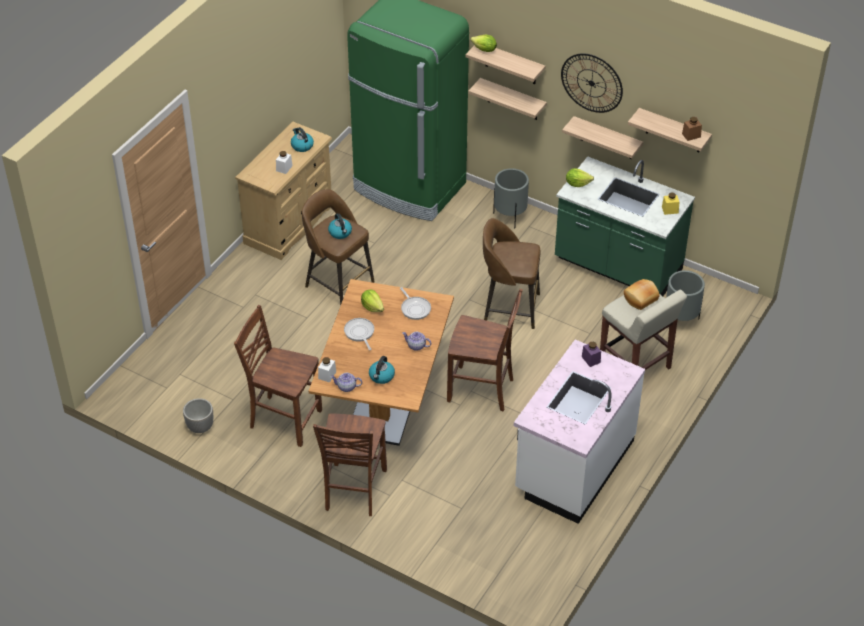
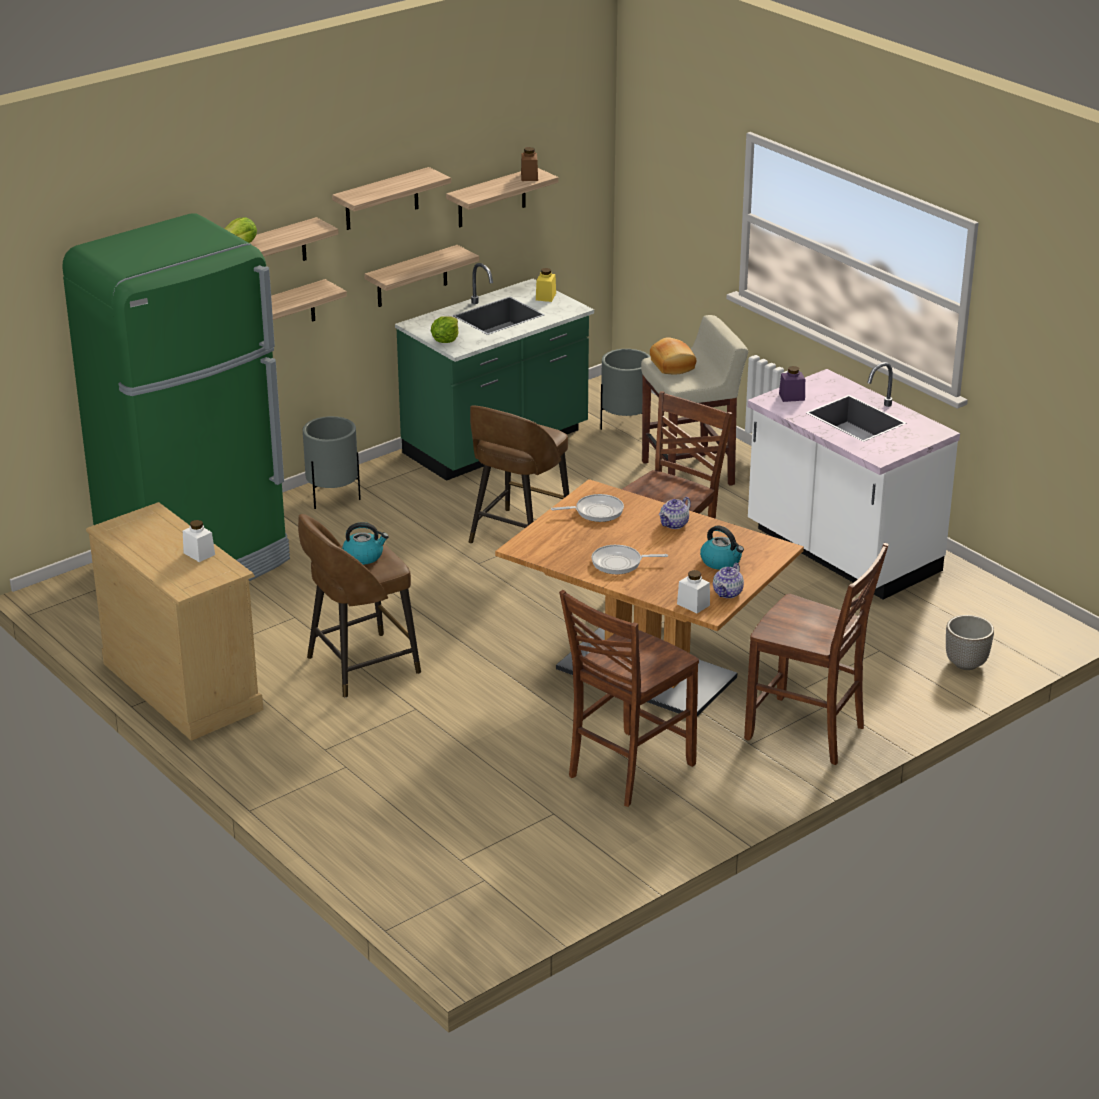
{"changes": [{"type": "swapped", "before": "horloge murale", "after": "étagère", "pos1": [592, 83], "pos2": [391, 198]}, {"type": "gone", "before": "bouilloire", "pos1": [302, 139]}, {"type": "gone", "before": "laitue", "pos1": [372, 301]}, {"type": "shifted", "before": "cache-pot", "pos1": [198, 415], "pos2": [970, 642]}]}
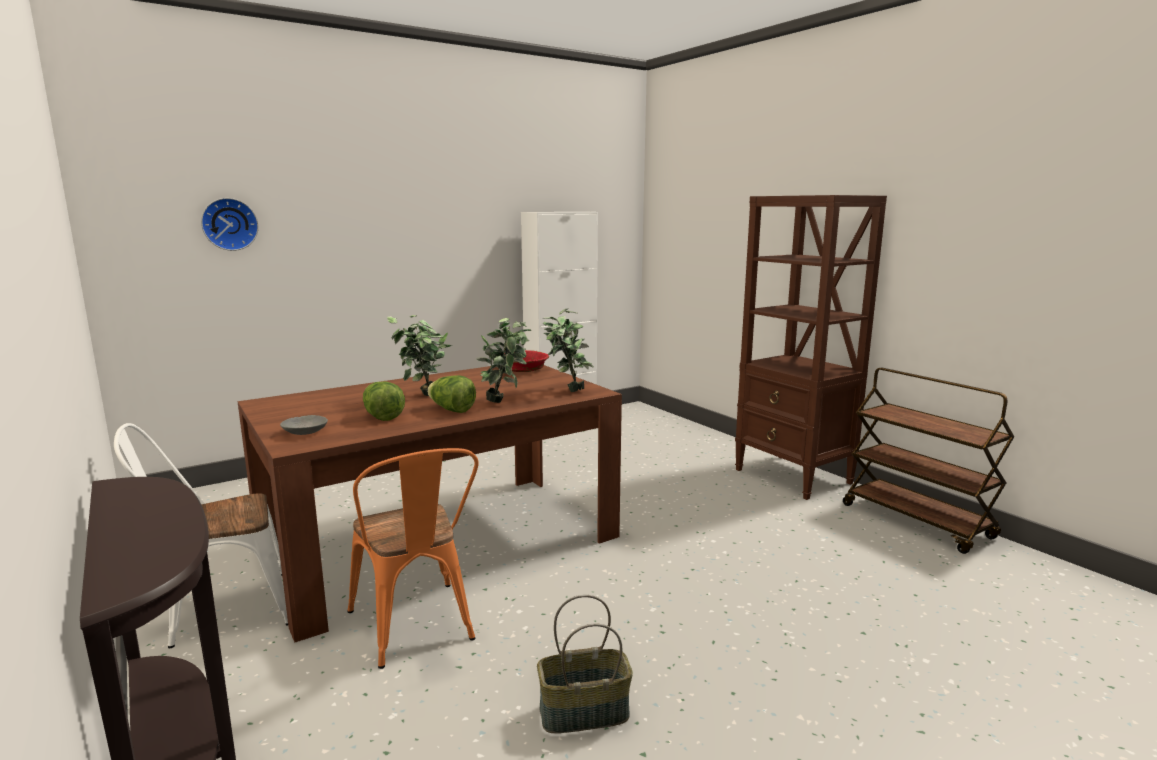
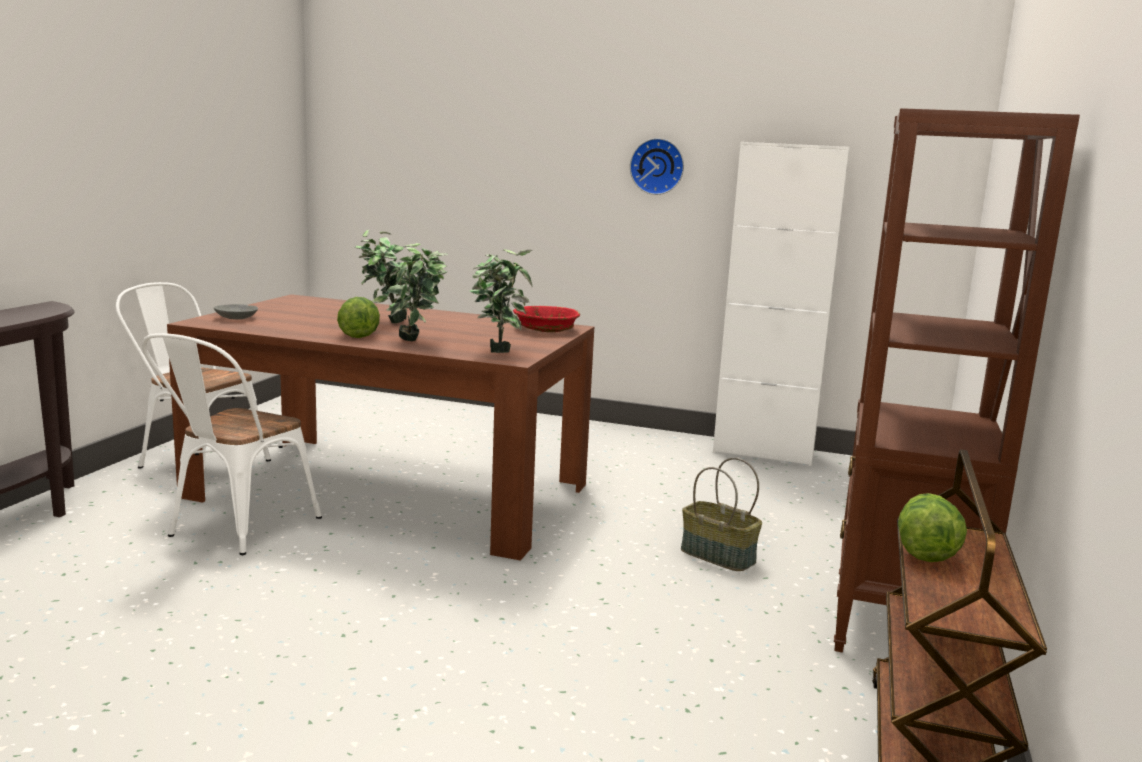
{"changes": [{"type": "shifted", "before": "horloge murale", "pos1": [230, 224], "pos2": [657, 166]}, {"type": "shifted", "before": "laitue", "pos1": [384, 401], "pos2": [932, 527]}, {"type": "repainted", "before": "chaise (orange)", "after": "chaise (blanc)", "pos1": [413, 558], "pos2": [232, 444]}, {"type": "shifted", "before": "panier", "pos1": [585, 664], "pos2": [721, 514]}]}
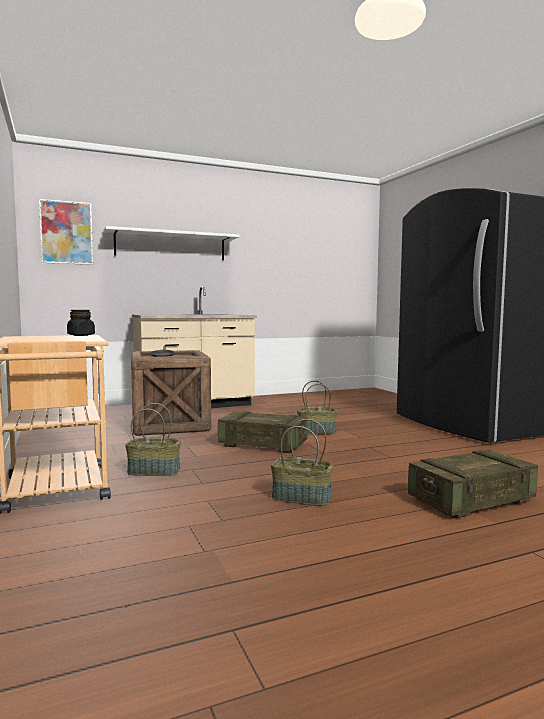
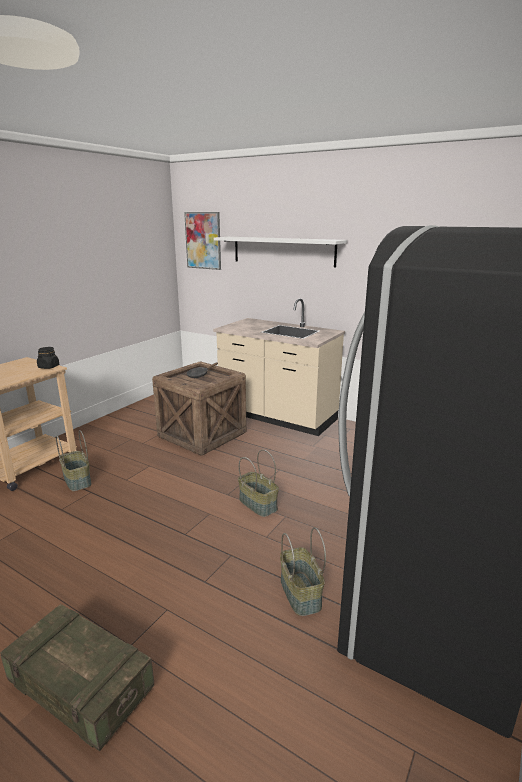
{"changes": [{"type": "gone", "before": "caisse", "pos1": [263, 432]}, {"type": "shifted", "before": "panier", "pos1": [302, 462], "pos2": [303, 571]}]}
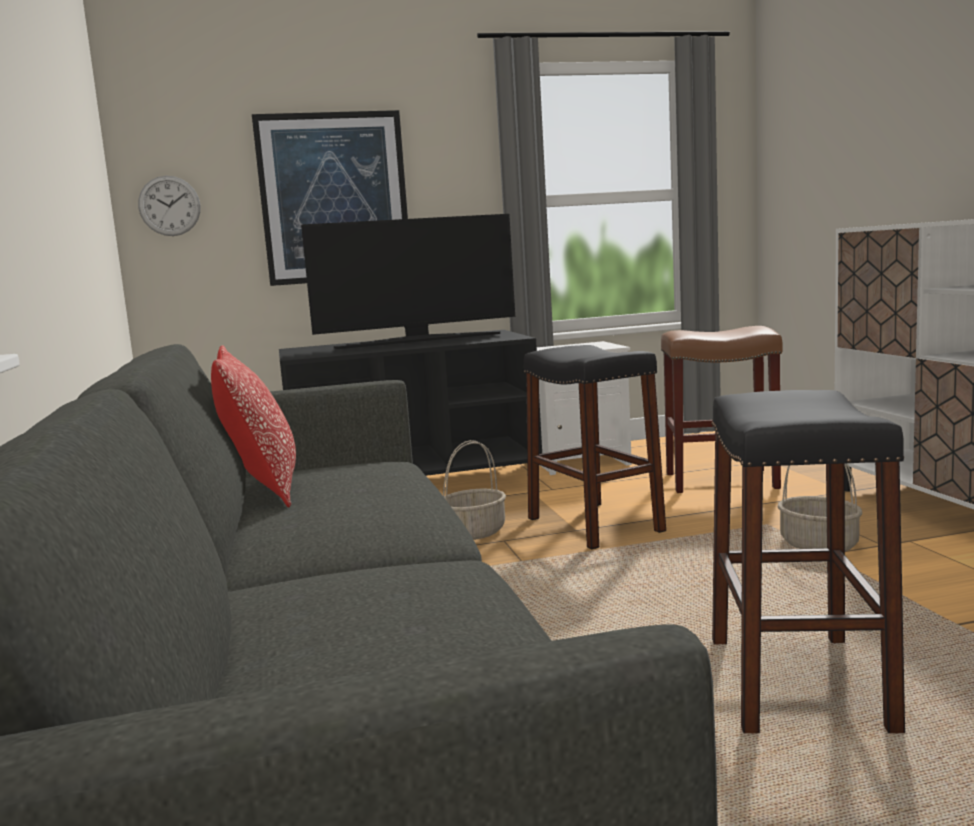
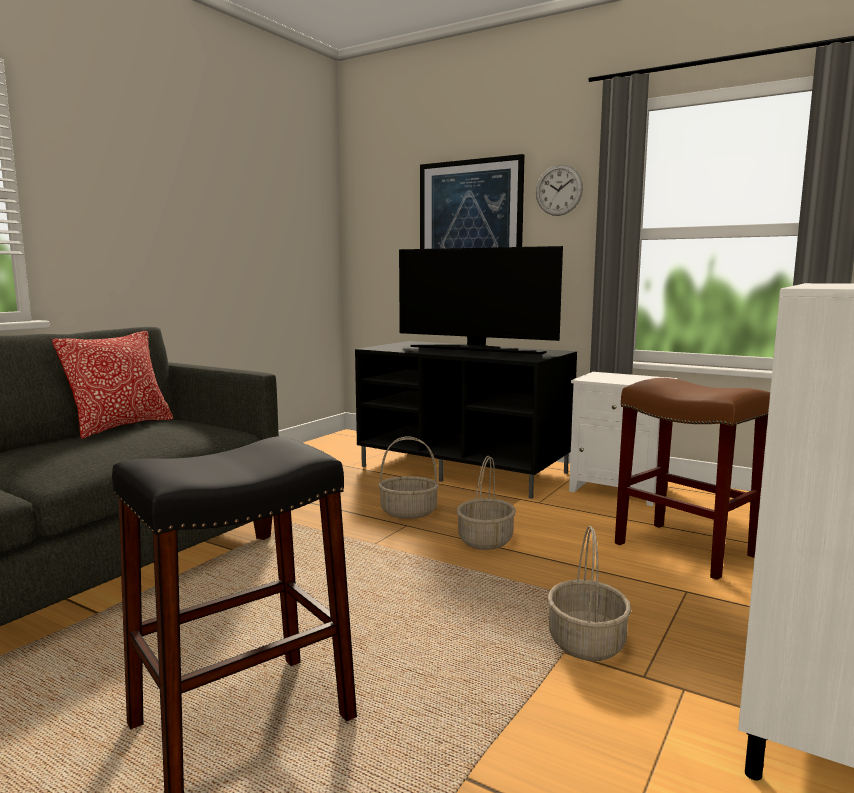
{"changes": [{"type": "shifted", "before": "horloge murale", "pos1": [169, 206], "pos2": [559, 190]}, {"type": "swapped", "before": "tabouret (noir)", "after": "panier", "pos1": [595, 447], "pos2": [486, 503]}]}
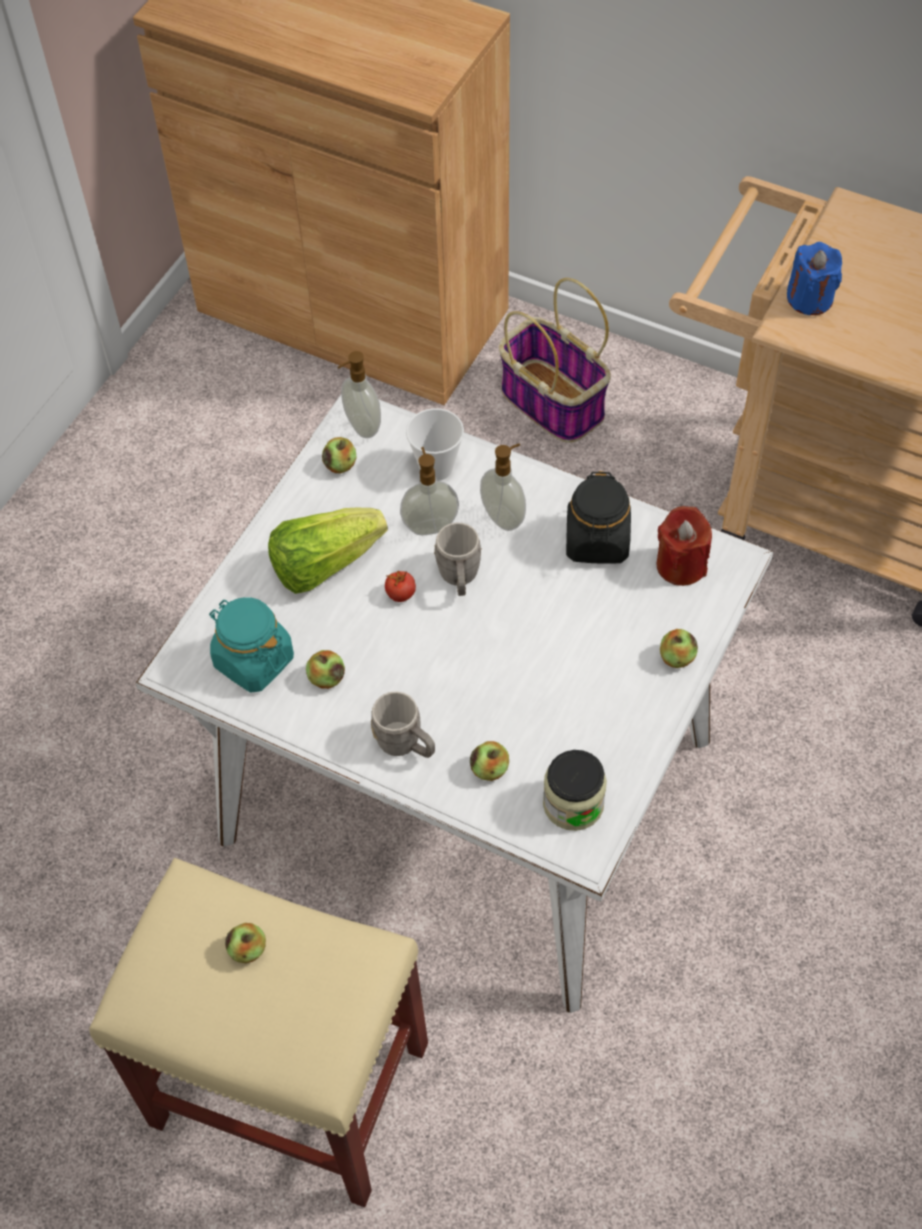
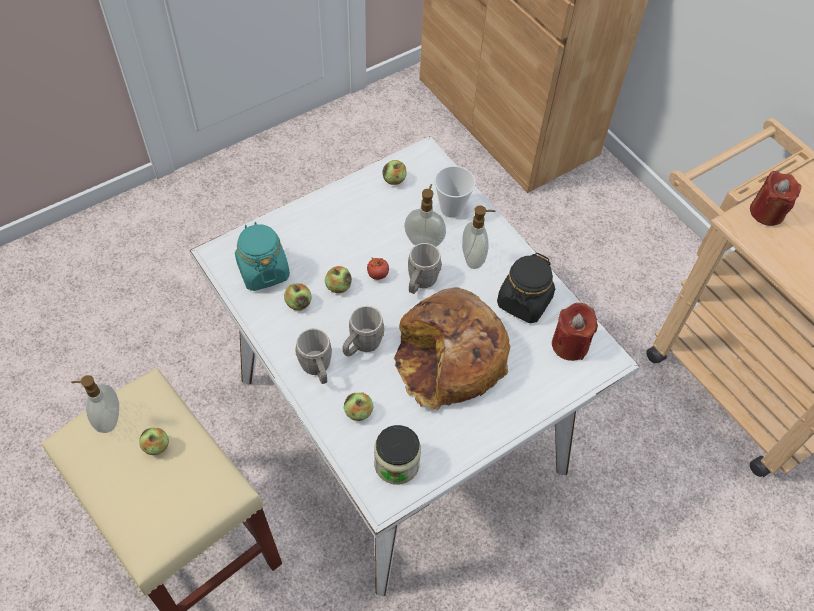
{"changes": [{"type": "repainted", "before": "bougie (bleu)", "after": "bougie (rouge)", "pos1": [814, 278], "pos2": [775, 198]}, {"type": "gone", "before": "panier", "pos1": [555, 360]}, {"type": "shifted", "before": "distributeur de savon", "pos1": [359, 394], "pos2": [95, 404]}, {"type": "gone", "before": "laitue", "pos1": [328, 551]}, {"type": "shifted", "before": "pomme", "pos1": [679, 648], "pos2": [338, 279]}, {"type": "new", "after": "pain", "pos2": [452, 348]}, {"type": "new", "after": "mug (gris)", "pos2": [363, 331]}]}
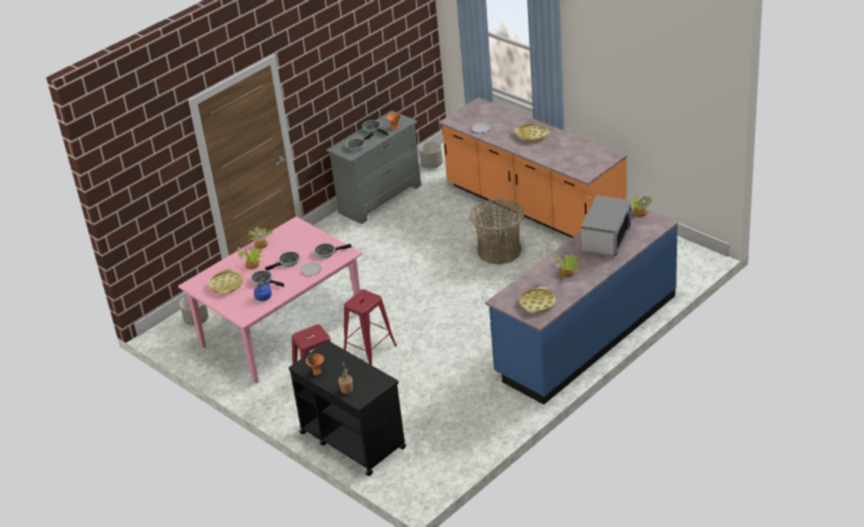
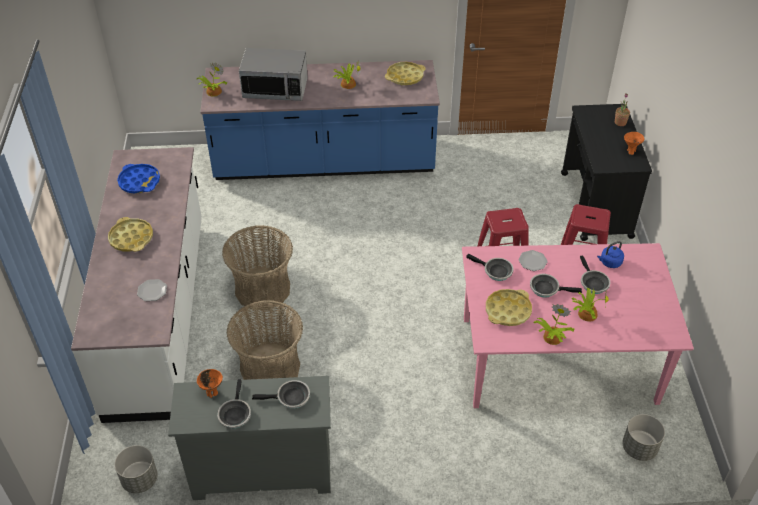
{"changes": [{"type": "repainted", "before": "comptoir de cuisine (orange)", "after": "comptoir de cuisine (blanc)", "pos1": [533, 167], "pos2": [136, 285]}, {"type": "rotated", "before": "micro-ondes", "pos1": [606, 226], "pos2": [273, 74], "turn": -150}, {"type": "shifted", "before": "plateau (jaune)", "pos1": [226, 281], "pos2": [509, 307]}, {"type": "new", "after": "plateau (bleu)", "pos2": [138, 179]}, {"type": "new", "after": "panier", "pos2": [264, 340]}]}
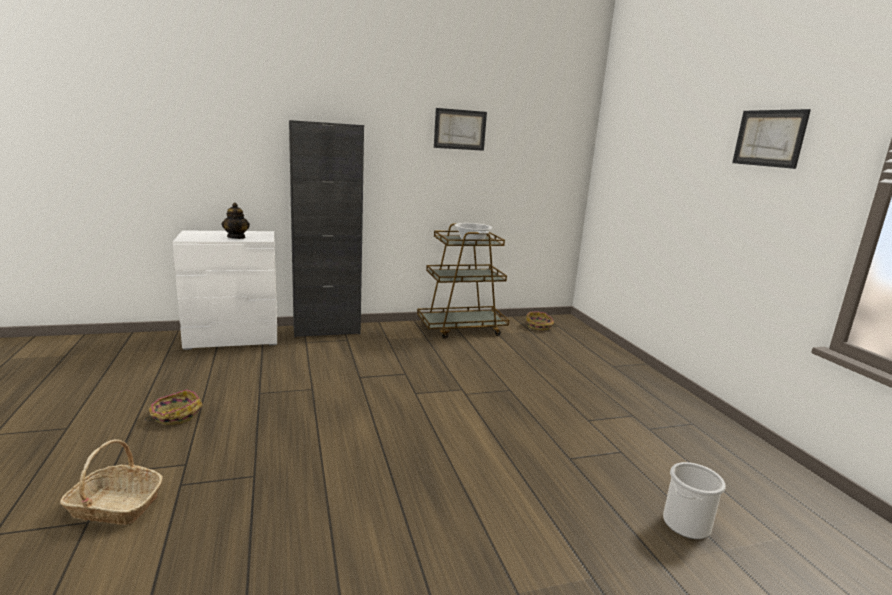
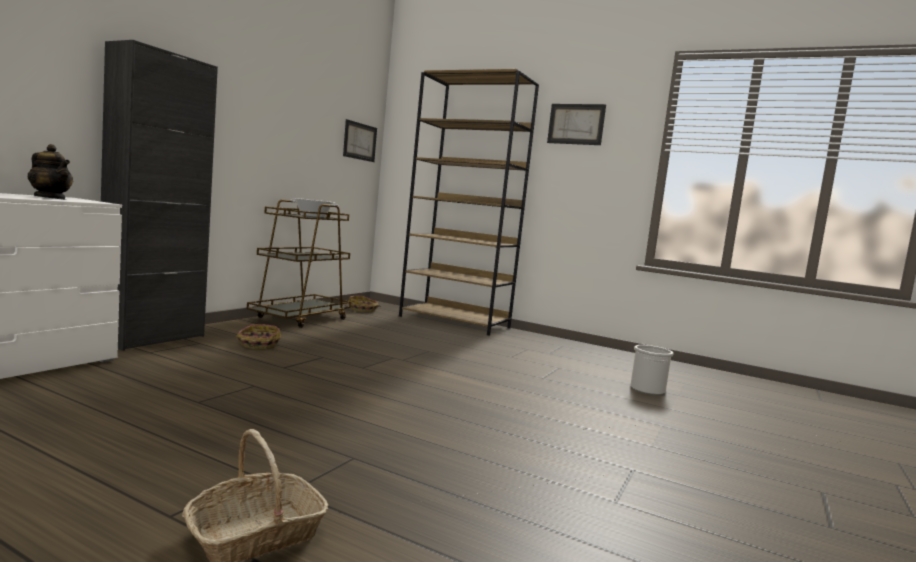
{"changes": [{"type": "shifted", "before": "tableau", "pos1": [460, 129], "pos2": [360, 140]}, {"type": "shifted", "before": "panier", "pos1": [174, 407], "pos2": [258, 336]}, {"type": "new", "after": "bibliothèque (marron)", "pos2": [469, 202]}]}
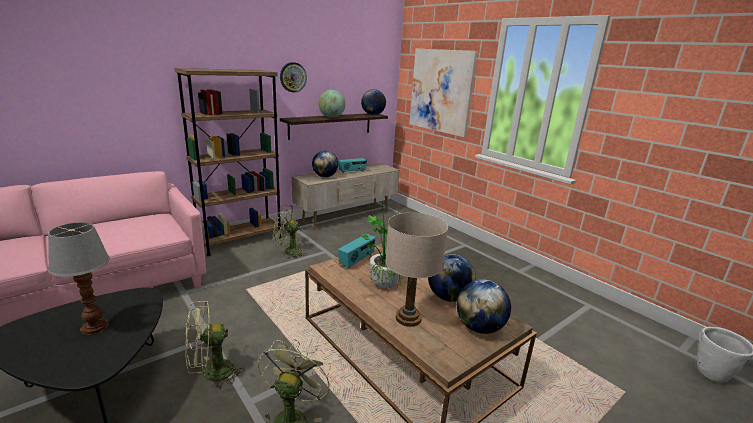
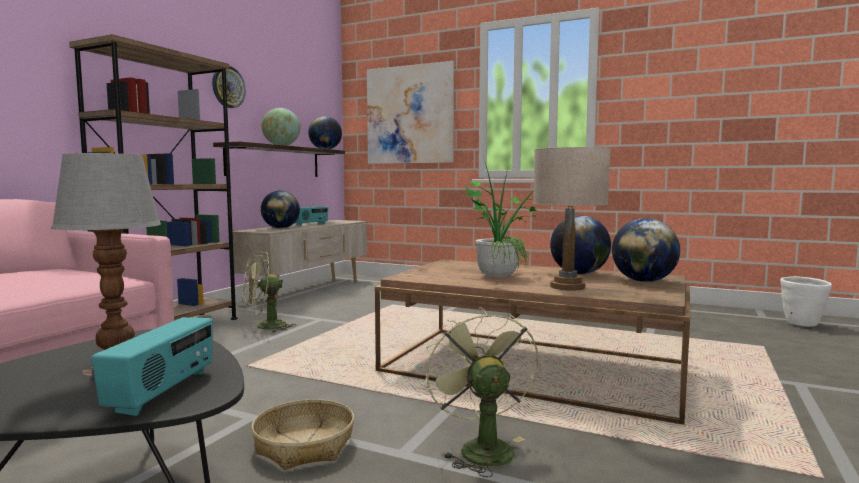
{"changes": [{"type": "shifted", "before": "radio", "pos1": [357, 251], "pos2": [152, 366]}, {"type": "swapped", "before": "ventilateur (vert)", "after": "panier", "pos1": [215, 345], "pos2": [303, 434]}]}
